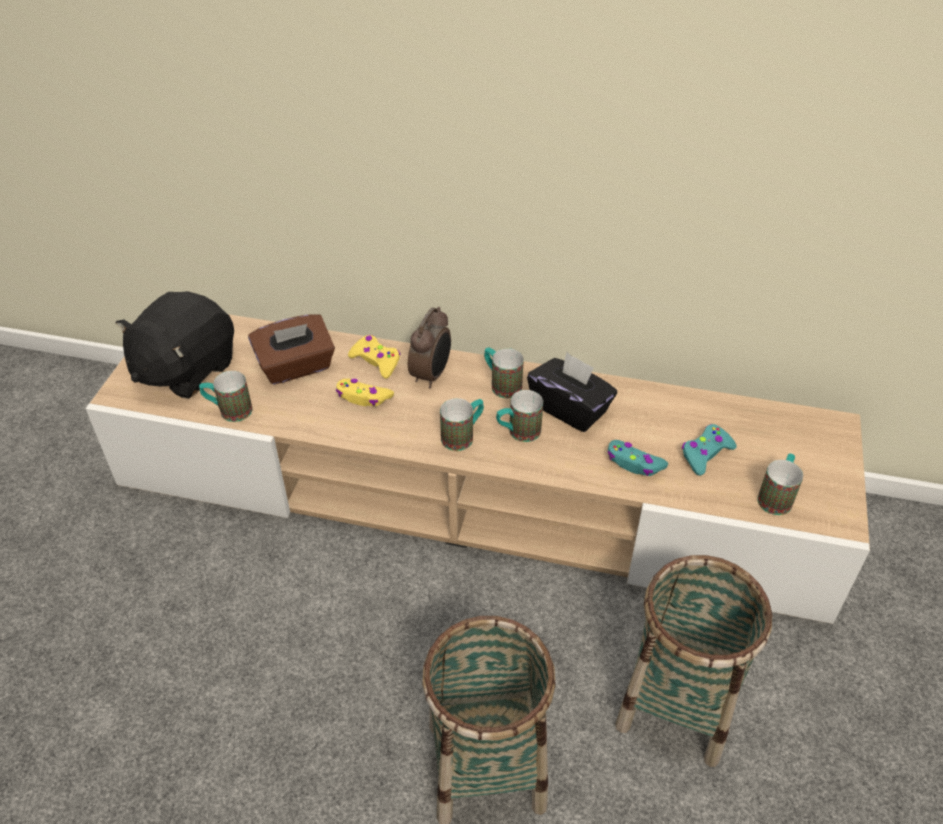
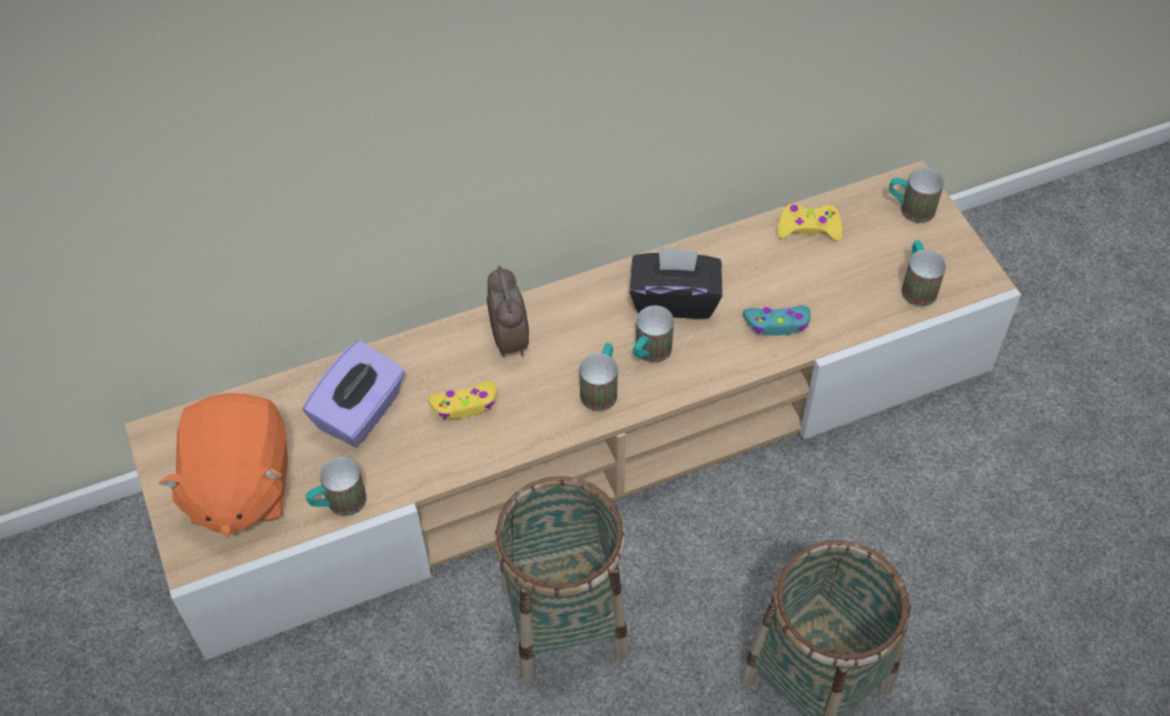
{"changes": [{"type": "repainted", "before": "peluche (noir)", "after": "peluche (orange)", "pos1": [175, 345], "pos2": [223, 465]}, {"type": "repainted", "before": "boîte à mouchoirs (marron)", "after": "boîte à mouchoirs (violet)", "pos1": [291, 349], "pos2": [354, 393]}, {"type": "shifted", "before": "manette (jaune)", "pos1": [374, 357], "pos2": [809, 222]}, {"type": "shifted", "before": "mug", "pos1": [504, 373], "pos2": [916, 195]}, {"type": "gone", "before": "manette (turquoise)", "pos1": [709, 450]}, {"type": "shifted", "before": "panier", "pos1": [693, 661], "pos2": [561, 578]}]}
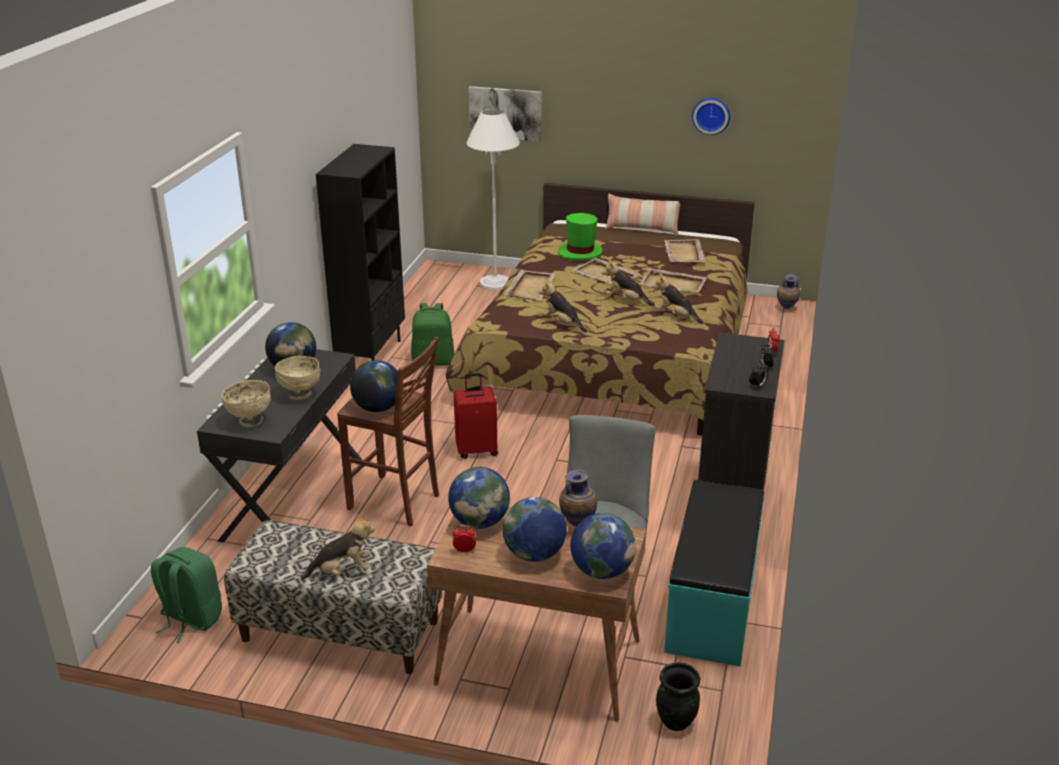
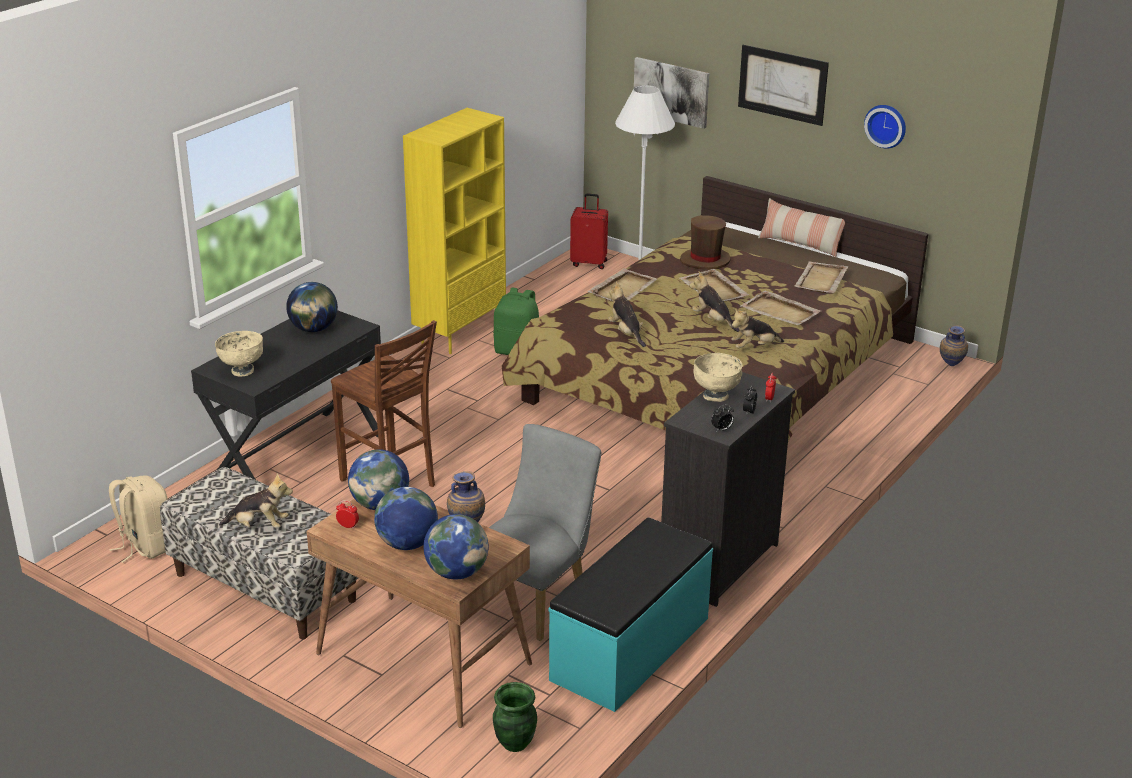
{"changes": [{"type": "repainted", "before": "bibliothèque (noir)", "after": "bibliothèque (jaune)", "pos1": [360, 252], "pos2": [454, 231]}, {"type": "repainted", "before": "chapeau (vert)", "after": "chapeau (marron)", "pos1": [580, 237], "pos2": [705, 242]}, {"type": "rotated", "before": "peluche", "pos1": [678, 298], "pos2": [757, 329], "turn": -75}, {"type": "shifted", "before": "bol (beige)", "pos1": [297, 378], "pos2": [718, 377]}, {"type": "gone", "before": "globe", "pos1": [374, 386]}, {"type": "shifted", "before": "valise (rouge)", "pos1": [476, 416], "pos2": [589, 231]}, {"type": "repainted", "before": "sac à dos (vert)", "after": "sac à dos (beige)", "pos1": [186, 595], "pos2": [138, 519]}, {"type": "repainted", "before": "vase (noir)", "after": "vase (vert)", "pos1": [678, 696], "pos2": [515, 717]}, {"type": "new", "after": "tableau", "pos2": [783, 85]}]}
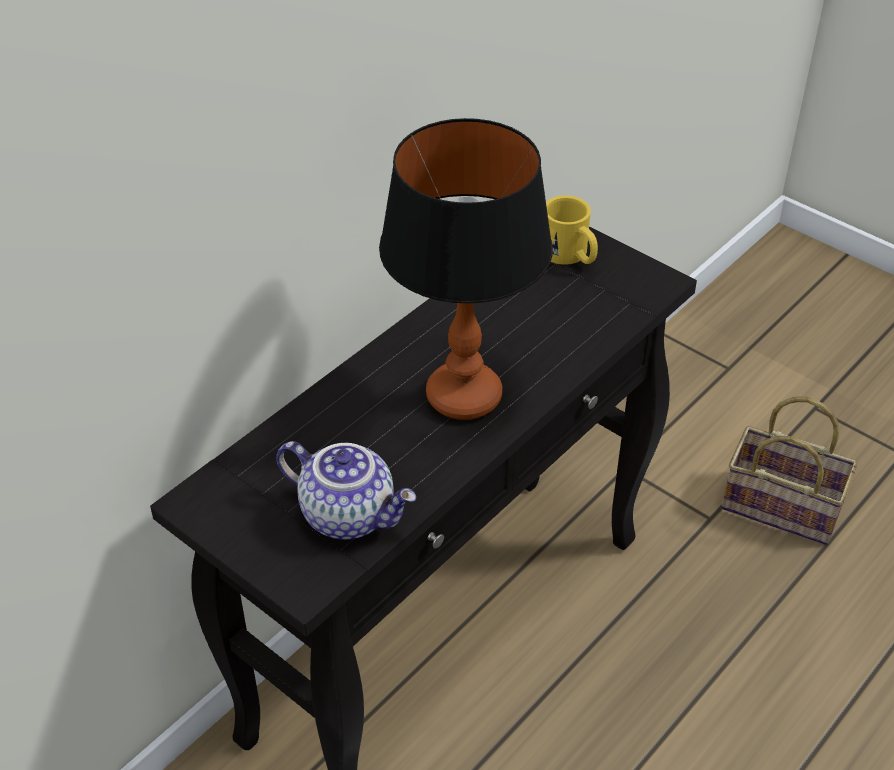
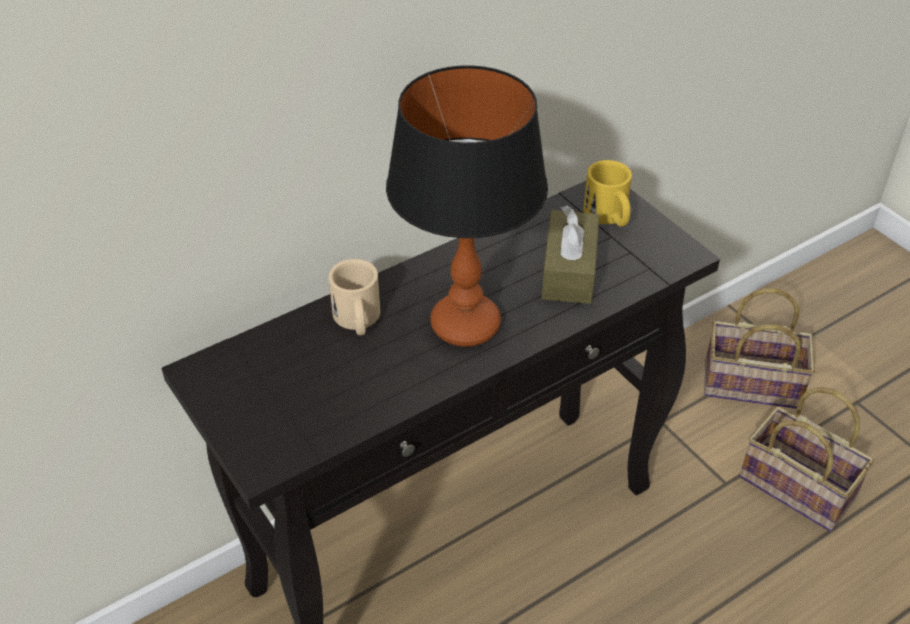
{"changes": [{"type": "gone", "before": "théière", "pos1": [346, 490]}, {"type": "new", "after": "boîte à mouchoirs (marron)", "pos2": [570, 254]}, {"type": "new", "after": "mug (beige)", "pos2": [354, 297]}, {"type": "new", "after": "panier", "pos2": [759, 348]}]}
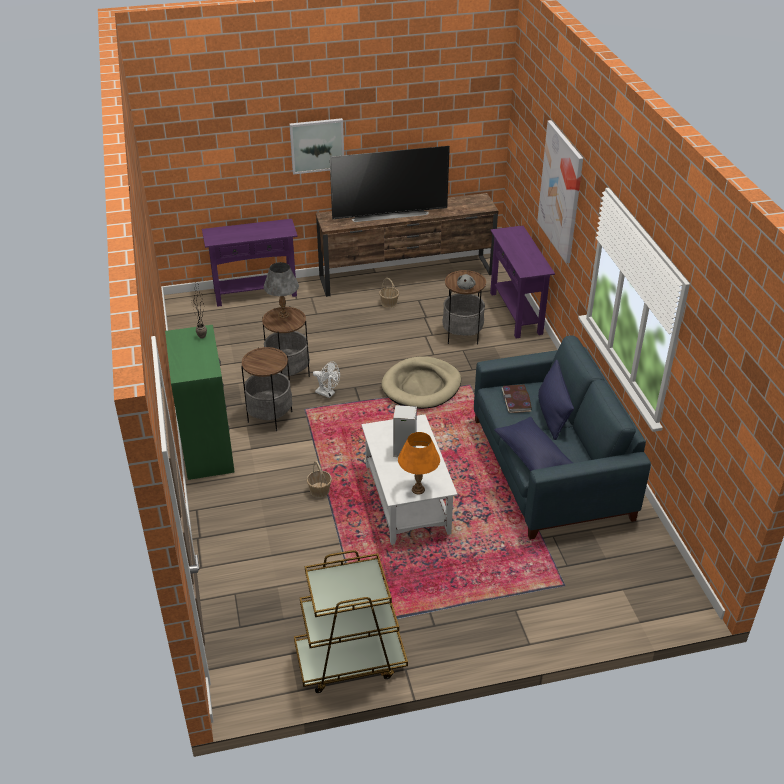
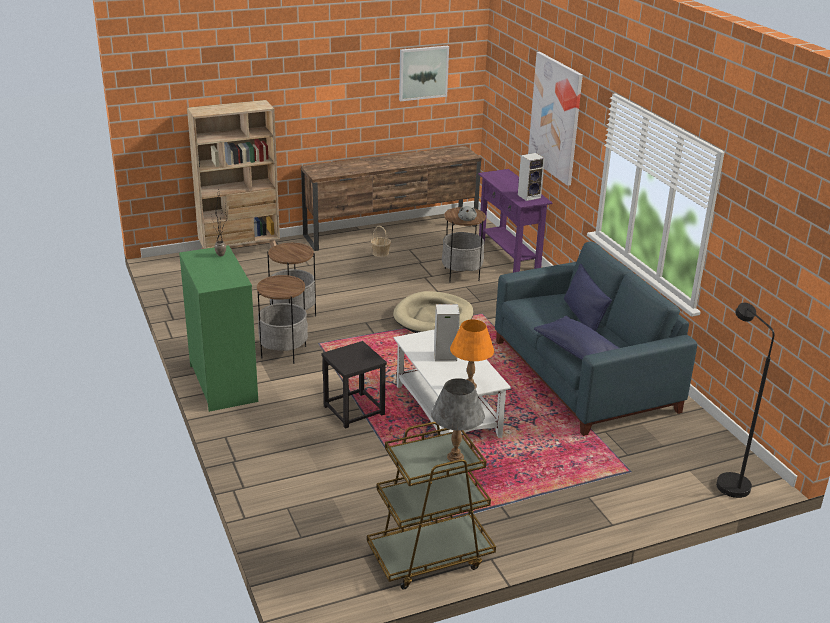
{"changes": [{"type": "shifted", "before": "tableau", "pos1": [316, 146], "pos2": [424, 73]}, {"type": "gone", "before": "téléviseur", "pos1": [390, 184]}, {"type": "swapped", "before": "table console (violet)", "after": "bibliothèque (beige)", "pos1": [250, 263], "pos2": [233, 174]}, {"type": "shifted", "before": "lampe de table (gris)", "pos1": [281, 290], "pos2": [458, 419]}, {"type": "gone", "before": "ventilateur (blanc)", "pos1": [326, 379]}, {"type": "gone", "before": "livre", "pos1": [516, 399]}, {"type": "swapped", "before": "panier", "after": "tabouret (noir)", "pos1": [319, 479], "pos2": [354, 385]}, {"type": "new", "after": "enceinte", "pos2": [531, 177]}, {"type": "new", "after": "lampadaire (noir)", "pos2": [745, 400]}]}
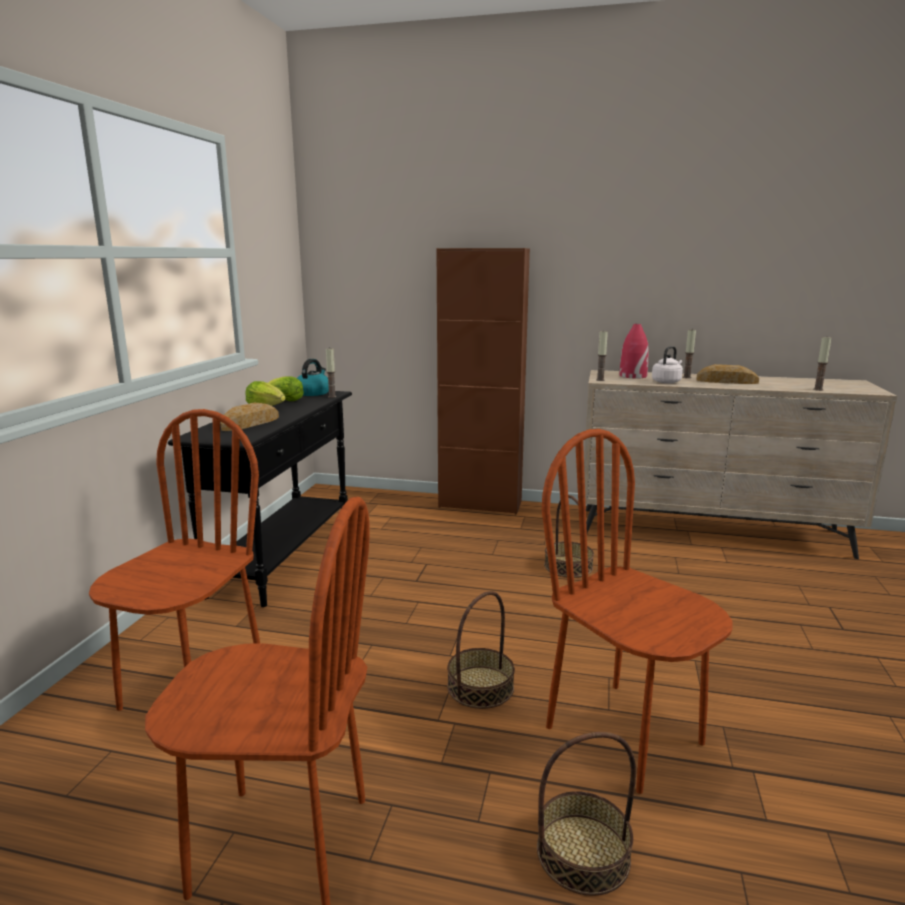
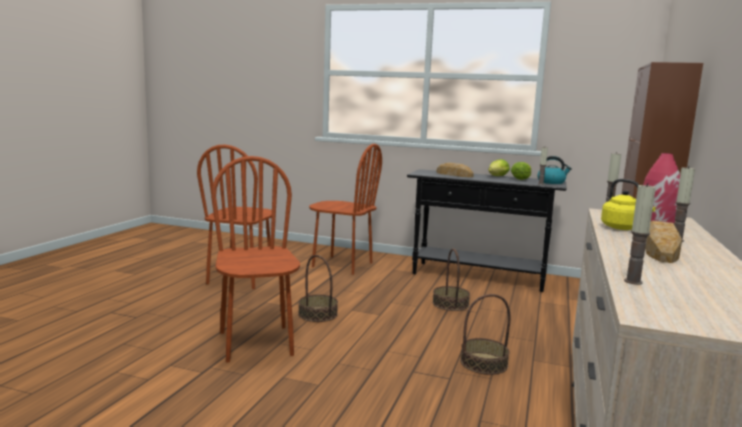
{"changes": [{"type": "repainted", "before": "bouilloire (blanc)", "after": "bouilloire (jaune)", "pos1": [667, 365], "pos2": [628, 204]}, {"type": "rotated", "before": "chaise (marron)", "pos1": [637, 611], "pos2": [255, 259], "turn": -75}, {"type": "shifted", "before": "panier", "pos1": [586, 814], "pos2": [451, 280]}]}
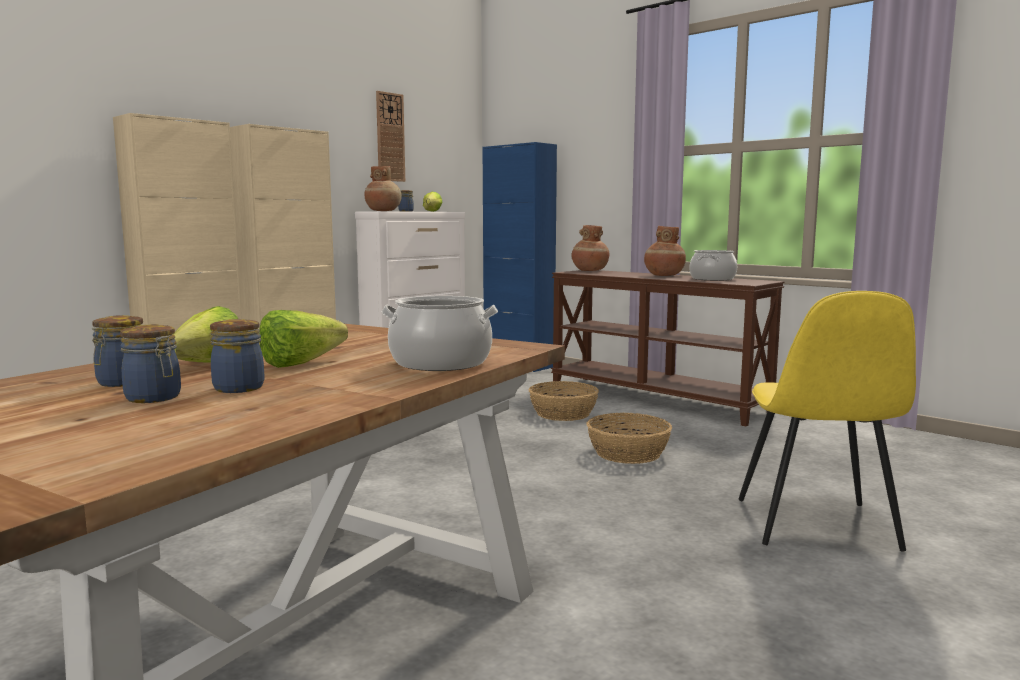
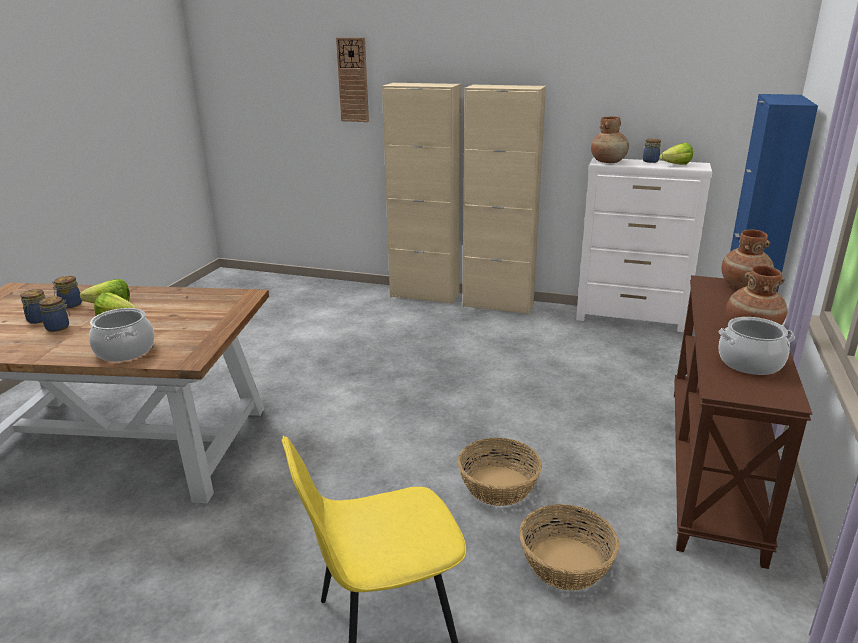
{"changes": [{"type": "shifted", "before": "horloge murale", "pos1": [390, 136], "pos2": [352, 80]}, {"type": "shifted", "before": "panier", "pos1": [563, 401], "pos2": [569, 547]}]}
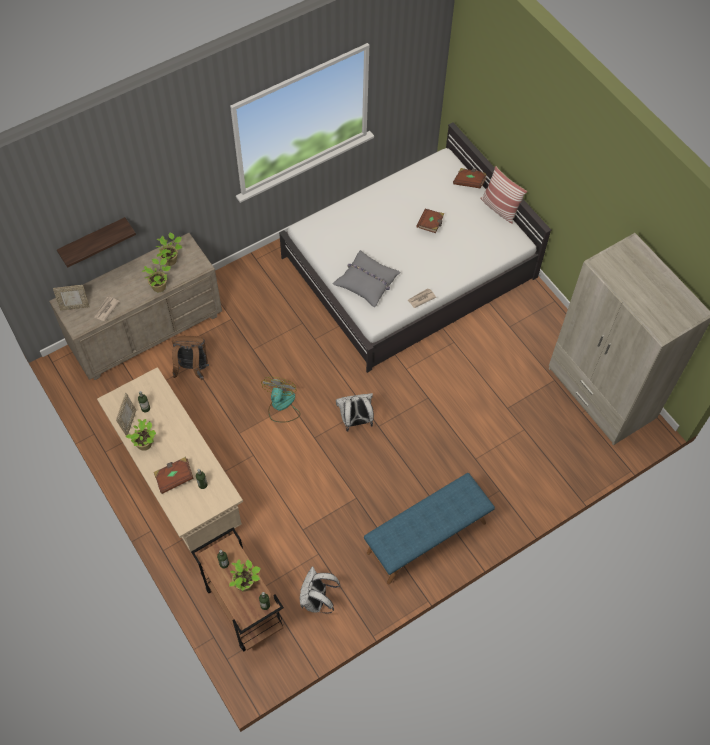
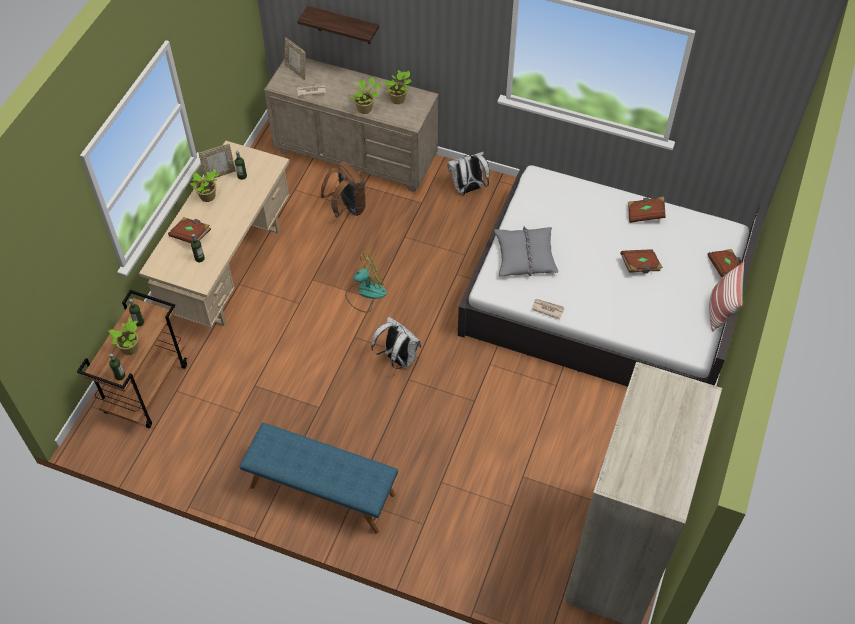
{"changes": [{"type": "shifted", "before": "sac à dos (blanc)", "pos1": [320, 589], "pos2": [468, 173]}, {"type": "new", "after": "livre (marron)", "pos2": [647, 210]}]}
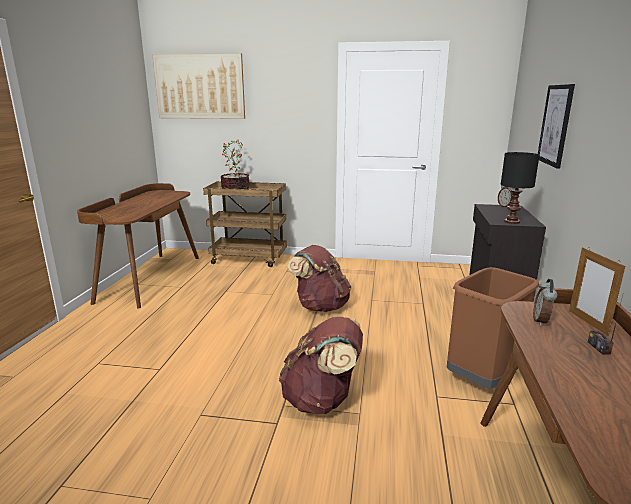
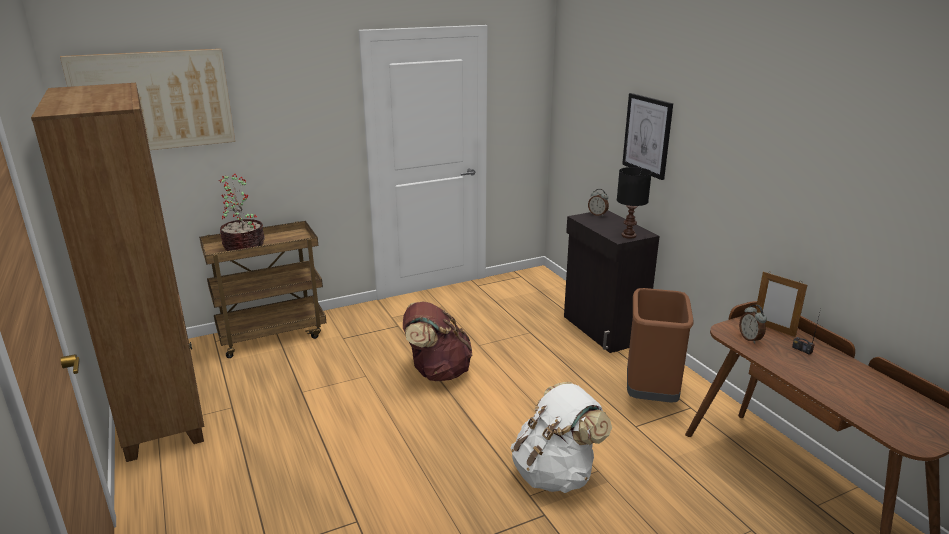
{"changes": [{"type": "swapped", "before": "bureau (marron)", "after": "bibliothèque (marron)", "pos1": [138, 245], "pos2": [117, 272]}, {"type": "repainted", "before": "sac à dos (marron)", "after": "sac à dos (blanc)", "pos1": [321, 365], "pos2": [561, 437]}]}
